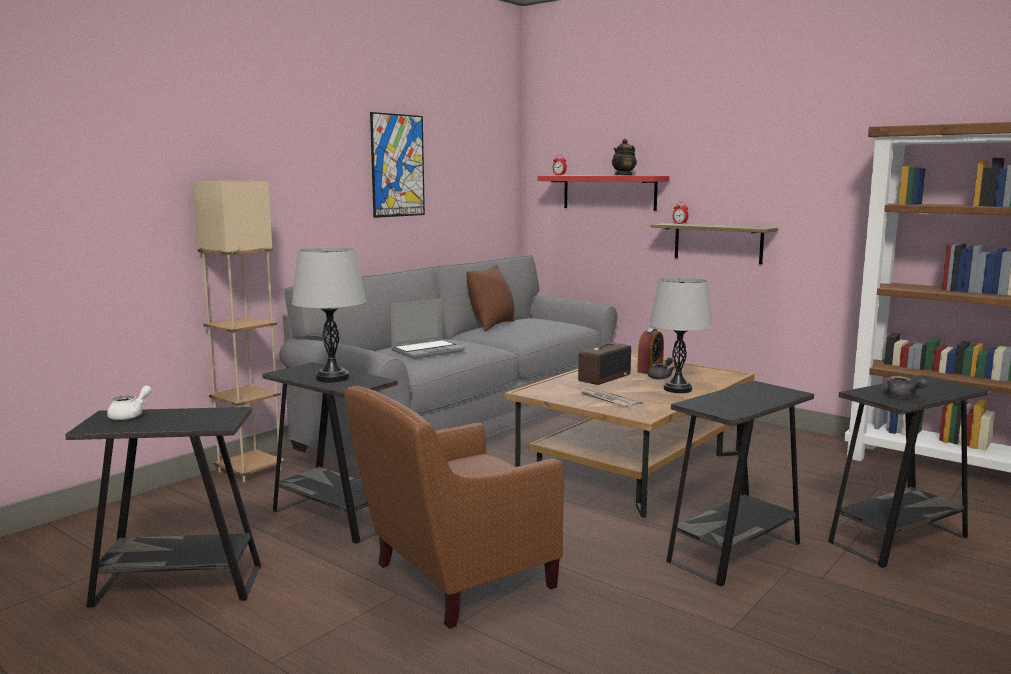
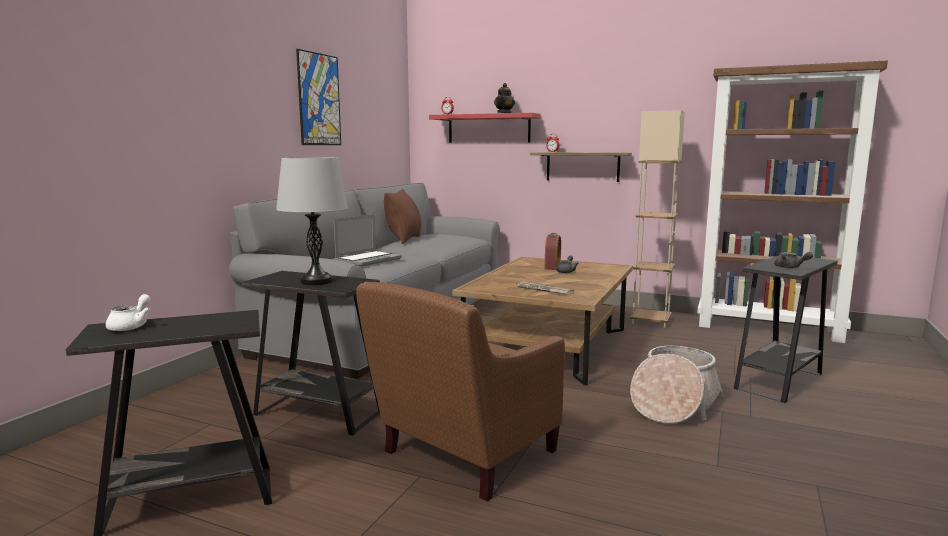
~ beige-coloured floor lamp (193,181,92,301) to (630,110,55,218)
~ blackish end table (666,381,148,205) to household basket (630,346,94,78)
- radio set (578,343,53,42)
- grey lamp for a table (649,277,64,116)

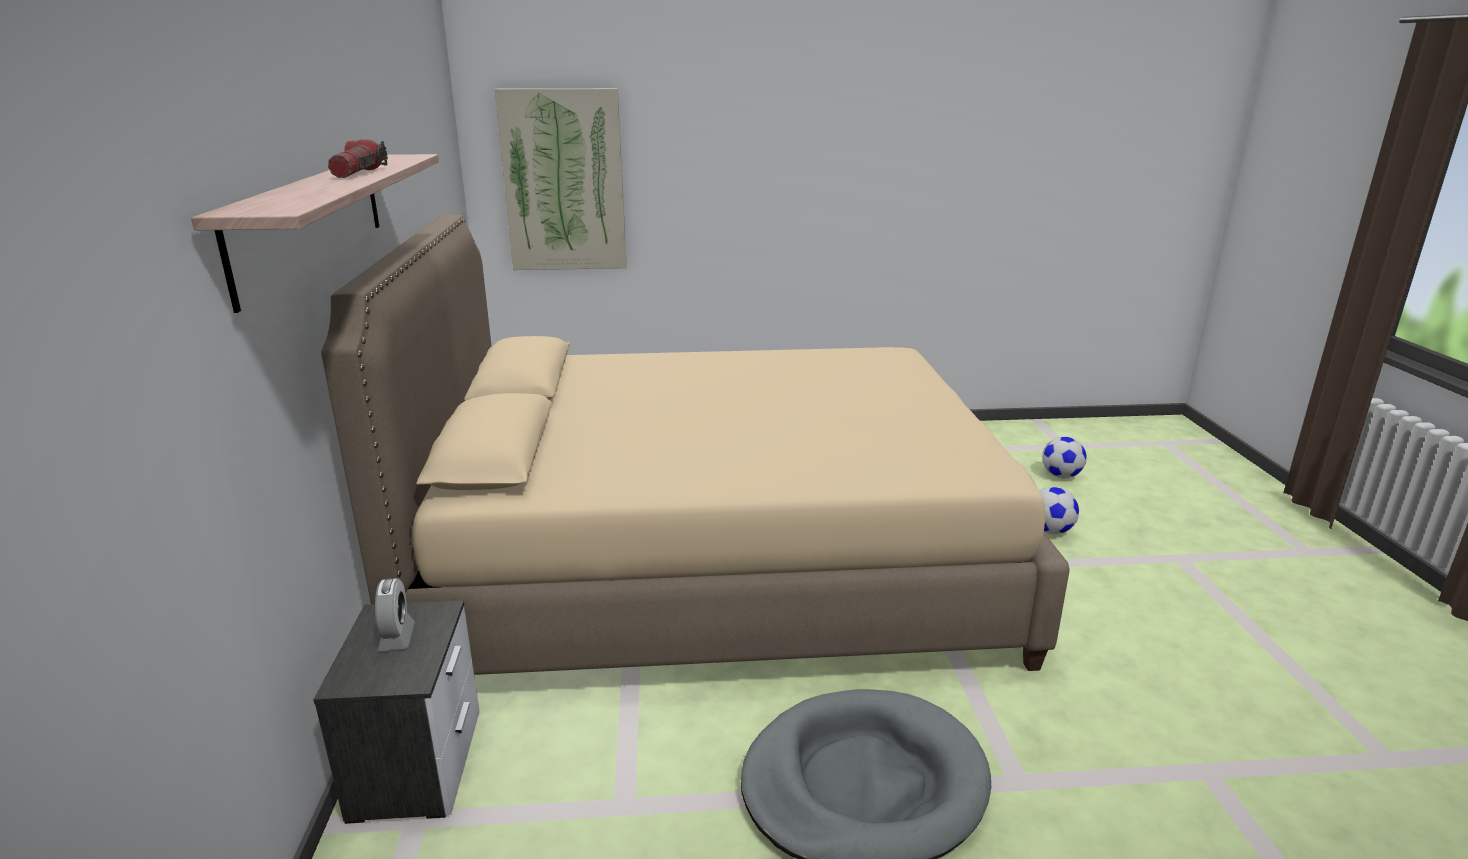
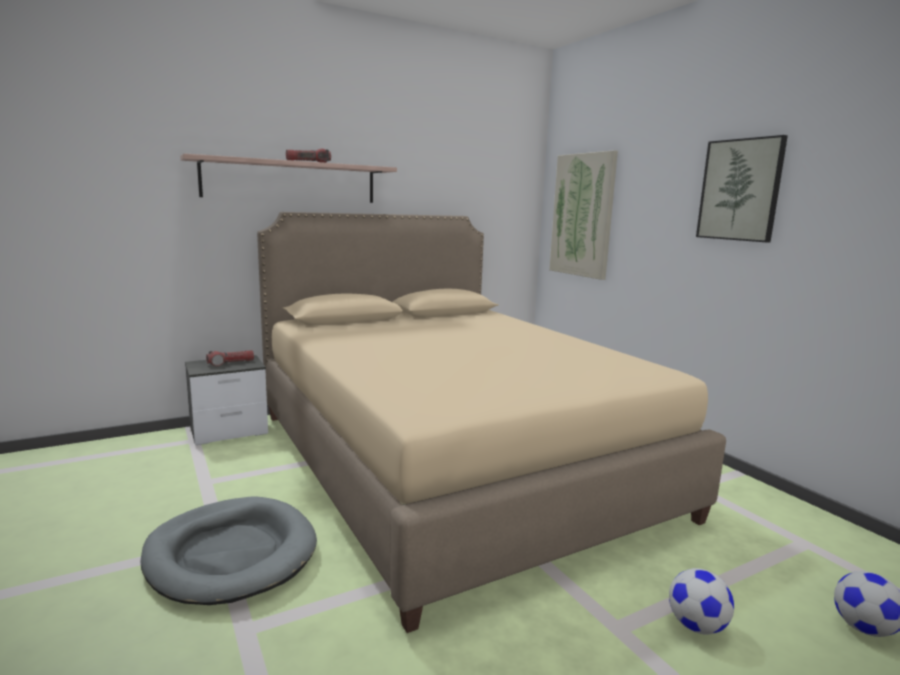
~ bedside clock (375,578,40,73) to flashlight (206,350,48,16)
+ picture (696,135,92,107)

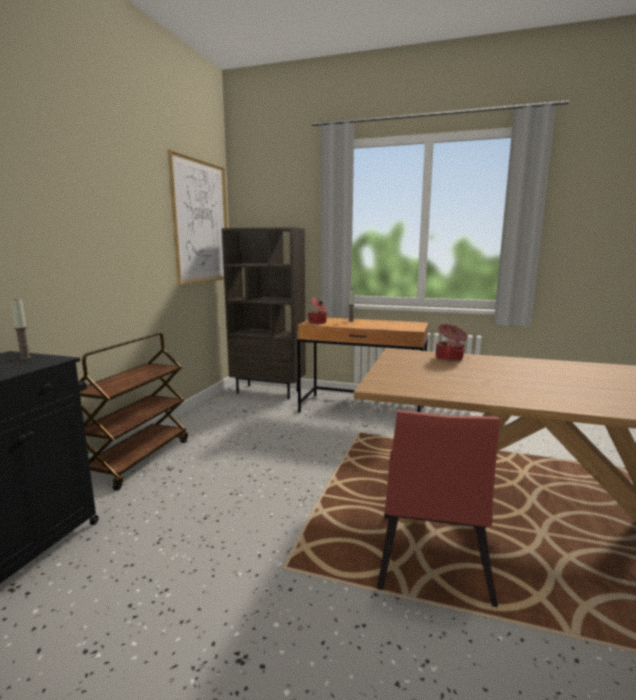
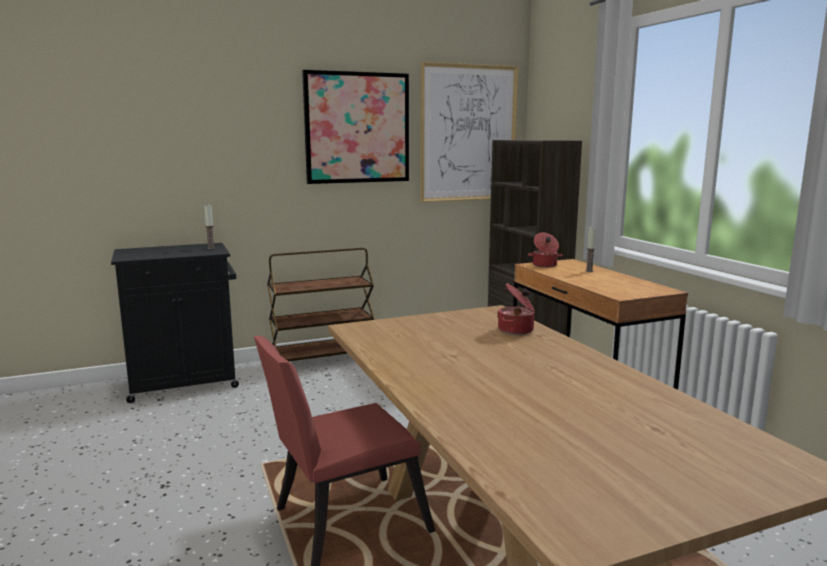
+ picture (302,70,107,114)

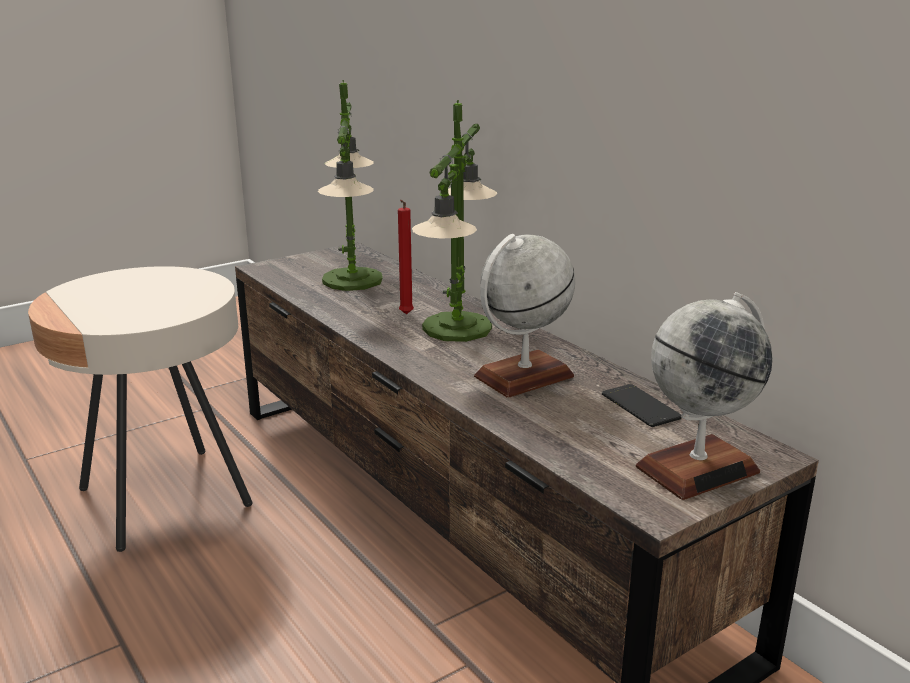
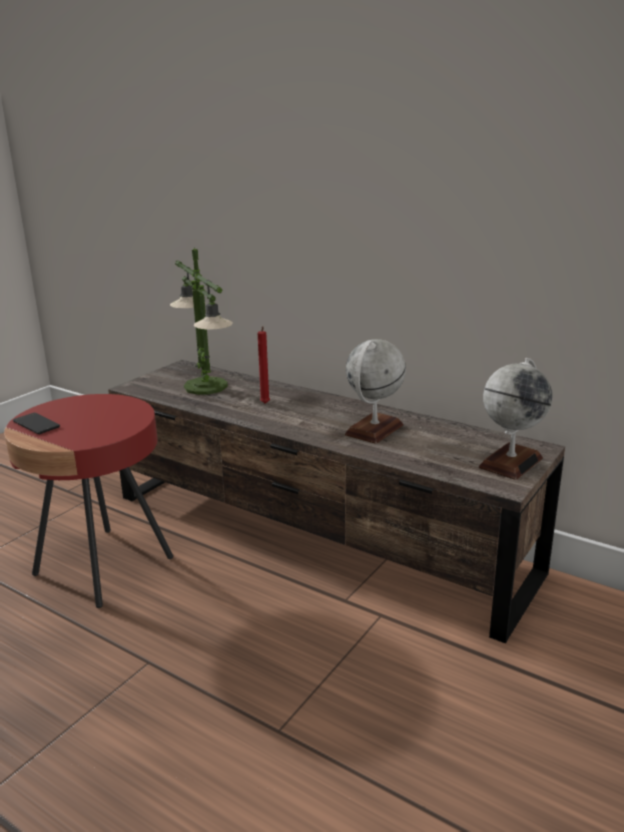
~ beige-coloured end table (28,266,225,286) to red-coloured end table (4,394,169,214)
~ handset (602,384,79,43) to (13,413,47,21)
- lamp for a table (412,100,85,242)

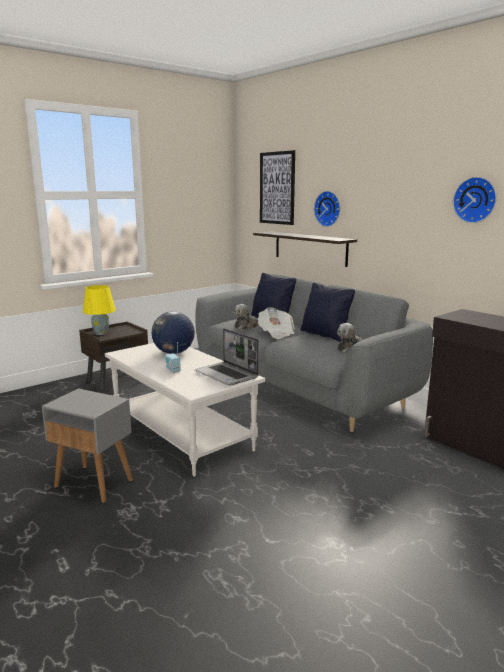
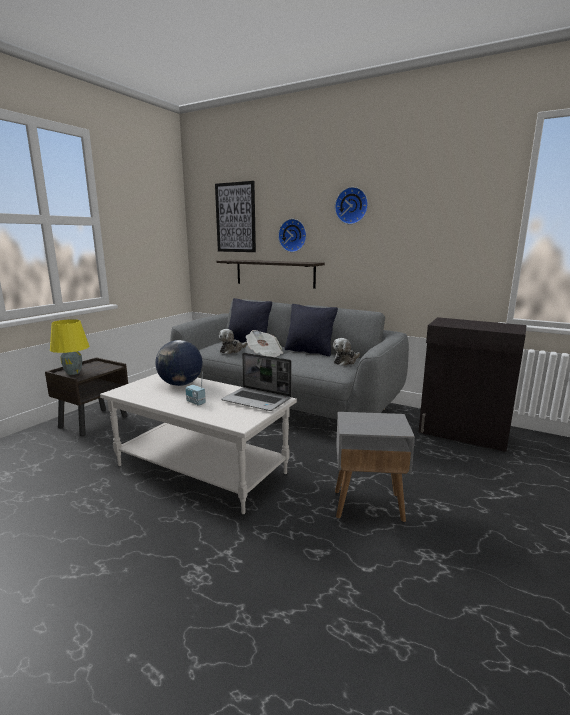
~ wall clock (453,177,44,46) to (335,187,33,37)
~ grey end table (42,388,91,115) to (335,412,80,110)

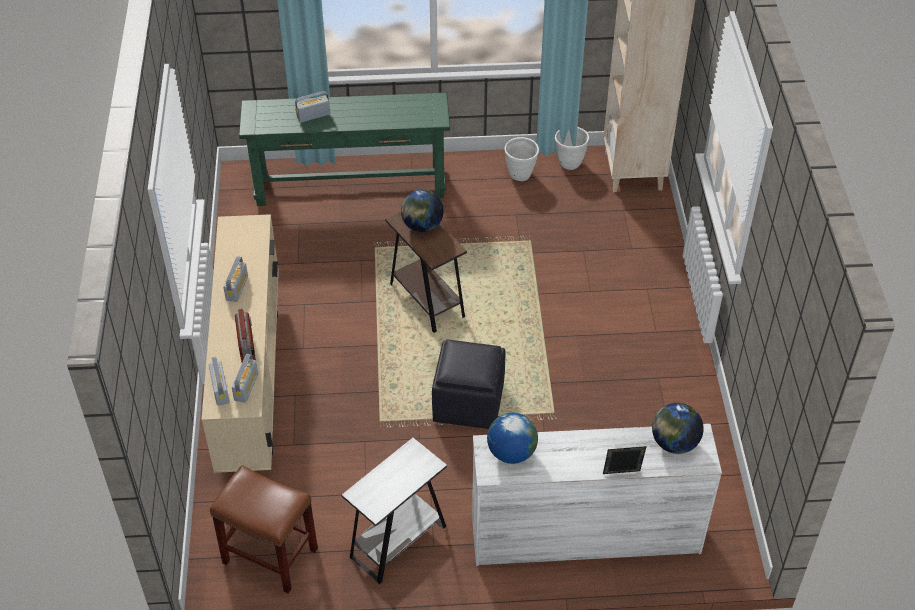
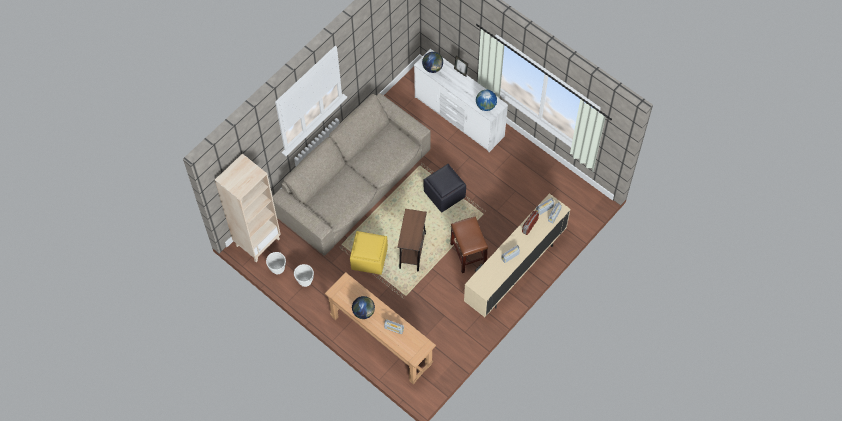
+ beige-coloured sofa (272,93,159,162)
~ greenish hall table (239,93,211,113) to brown-coloured hall table (325,272,111,112)
+ yellow ottoman (350,231,38,44)
~ desk globe (401,190,43,42) to (352,296,23,23)
~ brown-coloured sitting stool (210,465,108,129) to (450,216,38,57)
- whitish end table (342,438,105,146)

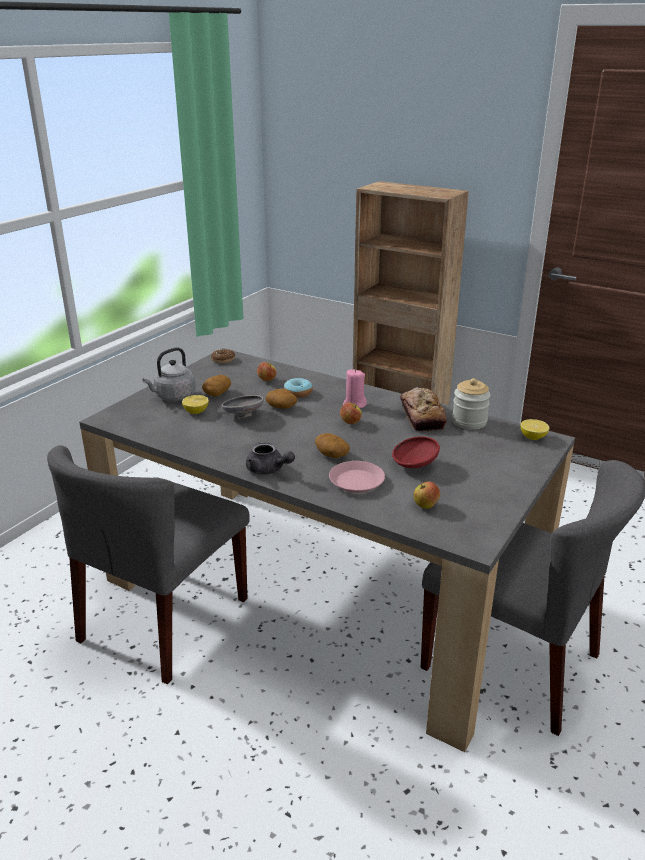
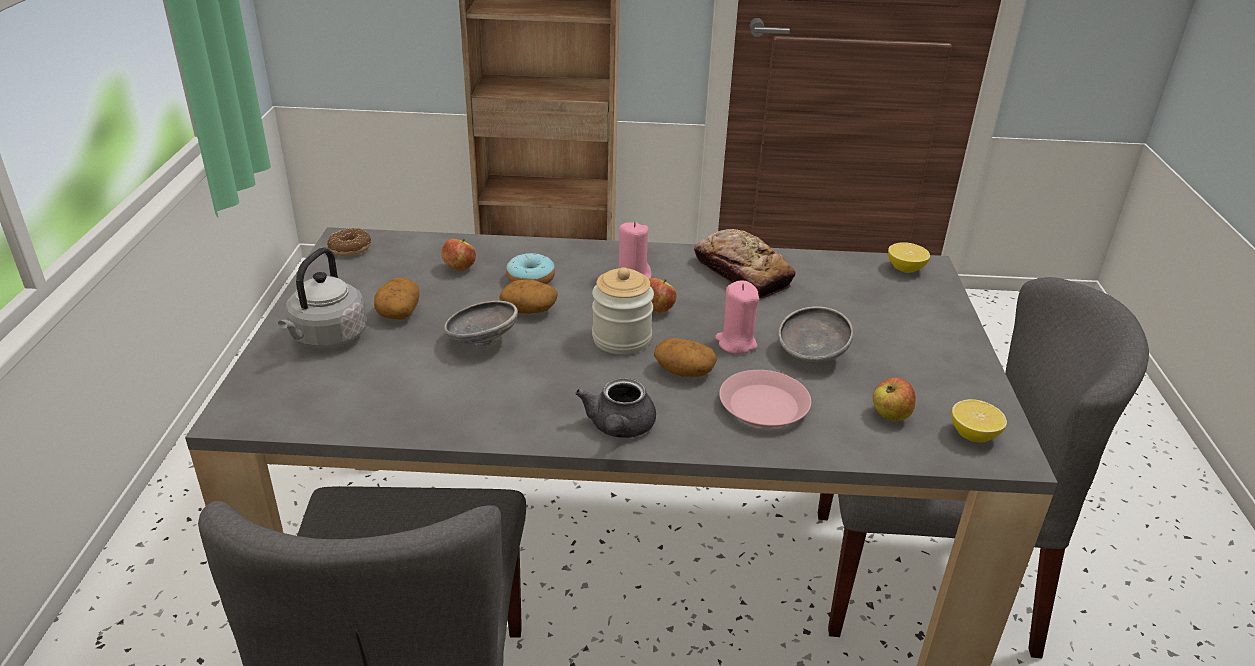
~ grey teapot (246,442,49,33) = (575,378,81,60) 90 degrees clockwise
~ jar (452,378,38,52) to (592,267,62,88)
+ pink-coloured wax light (715,281,44,73)
~ red-coloured bowl (392,436,48,32) to grey bowl (778,306,76,57)
~ lemon (182,395,27,19) to (952,399,55,43)

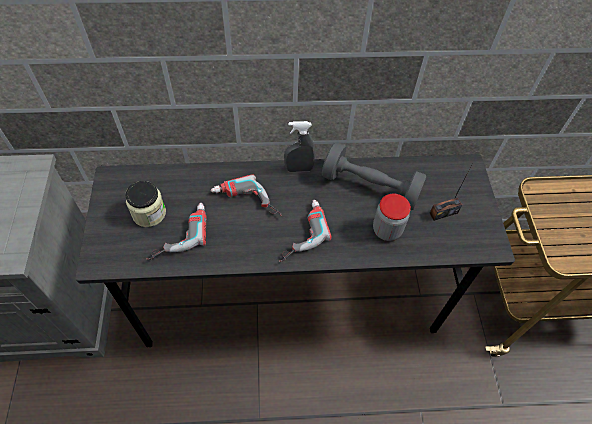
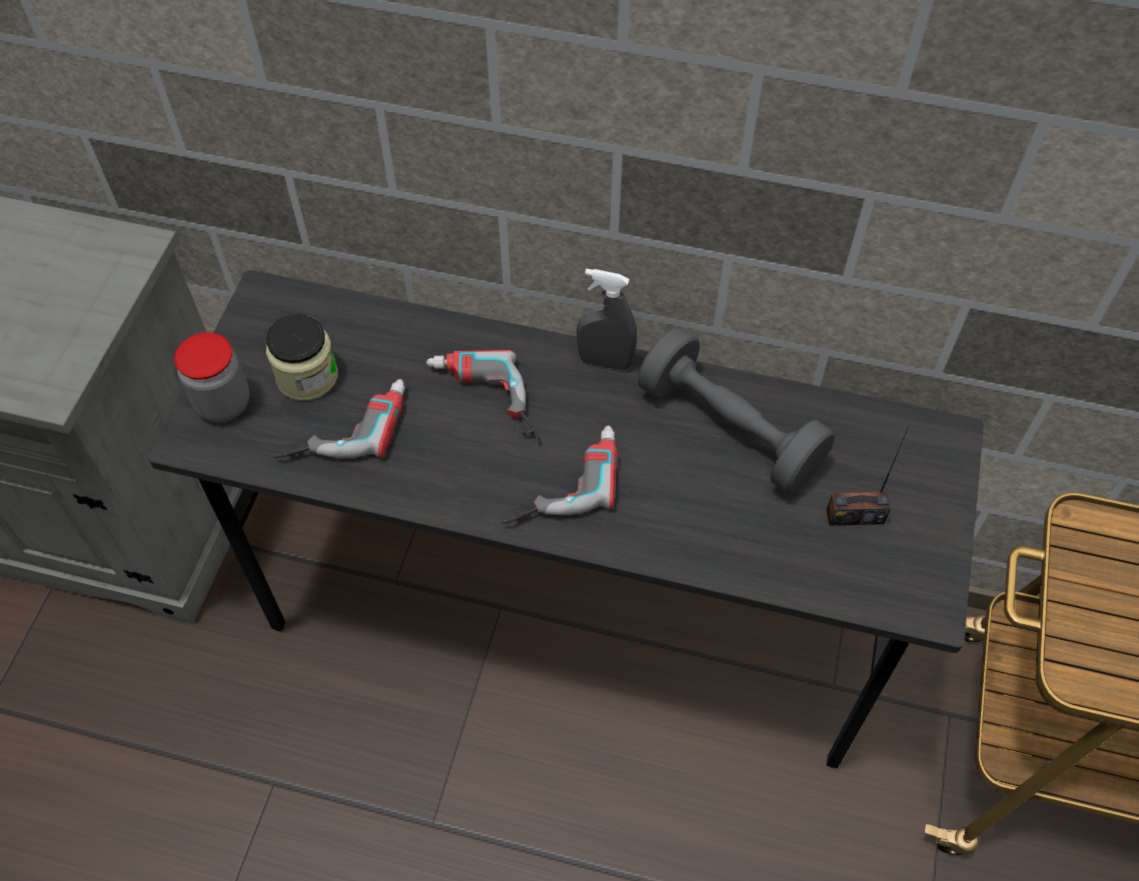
~ jar (373,194,38,47) to (174,332,76,91)

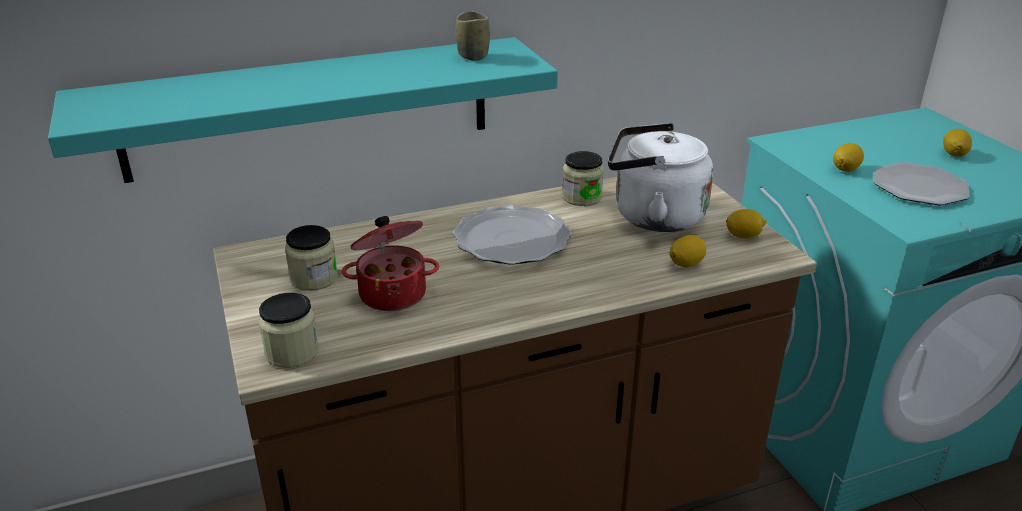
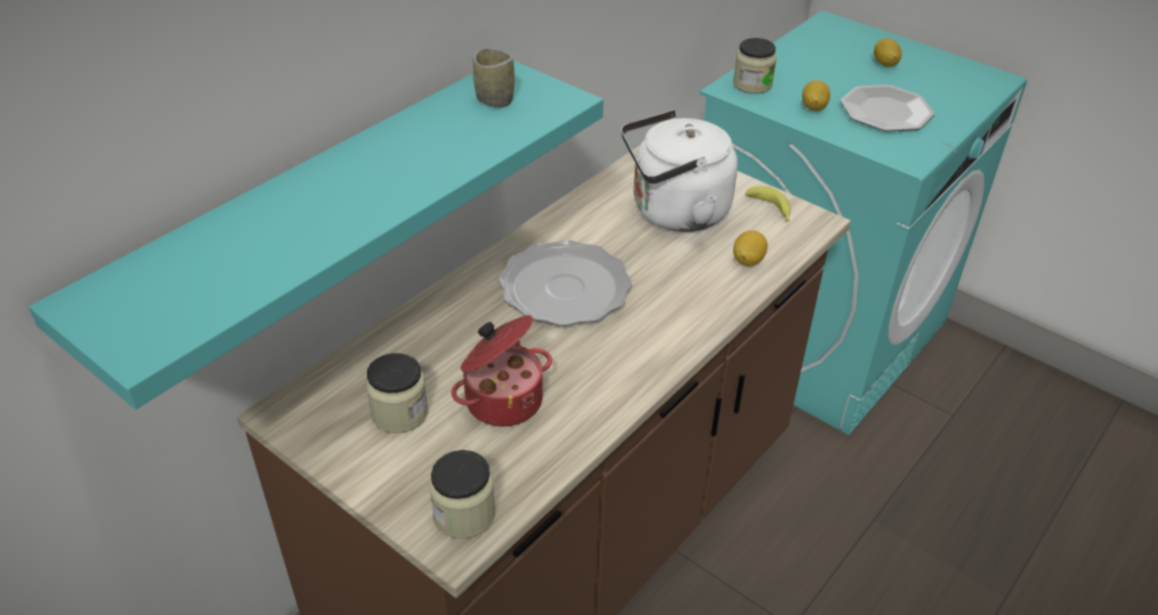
~ jar (562,151,42,55) to (733,38,44,56)
~ lemon (726,209,41,30) to whole banana (745,186,46,36)

